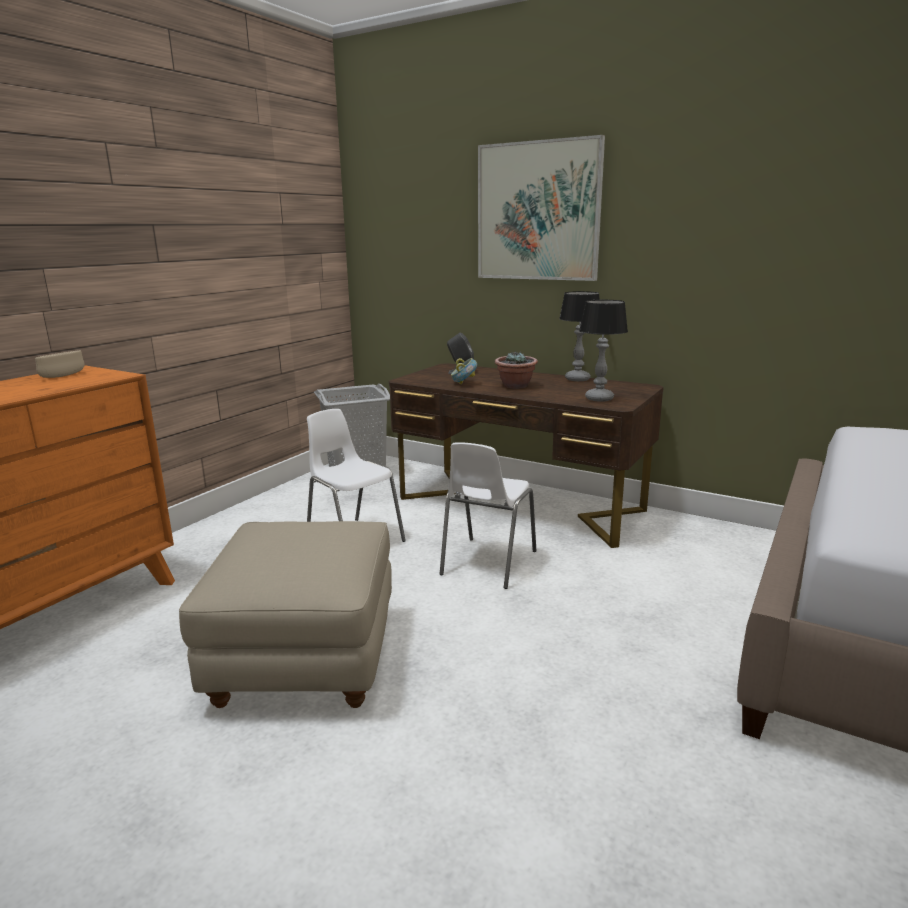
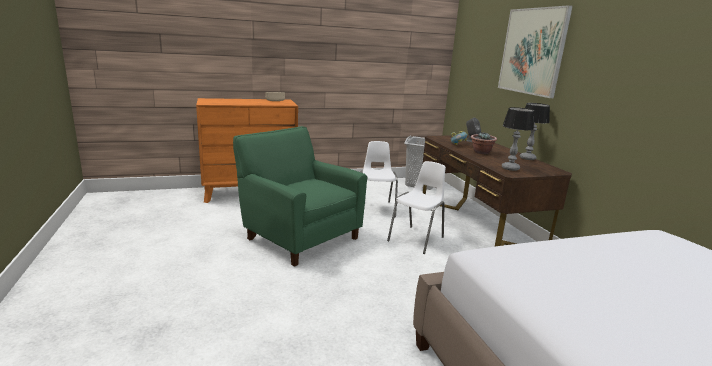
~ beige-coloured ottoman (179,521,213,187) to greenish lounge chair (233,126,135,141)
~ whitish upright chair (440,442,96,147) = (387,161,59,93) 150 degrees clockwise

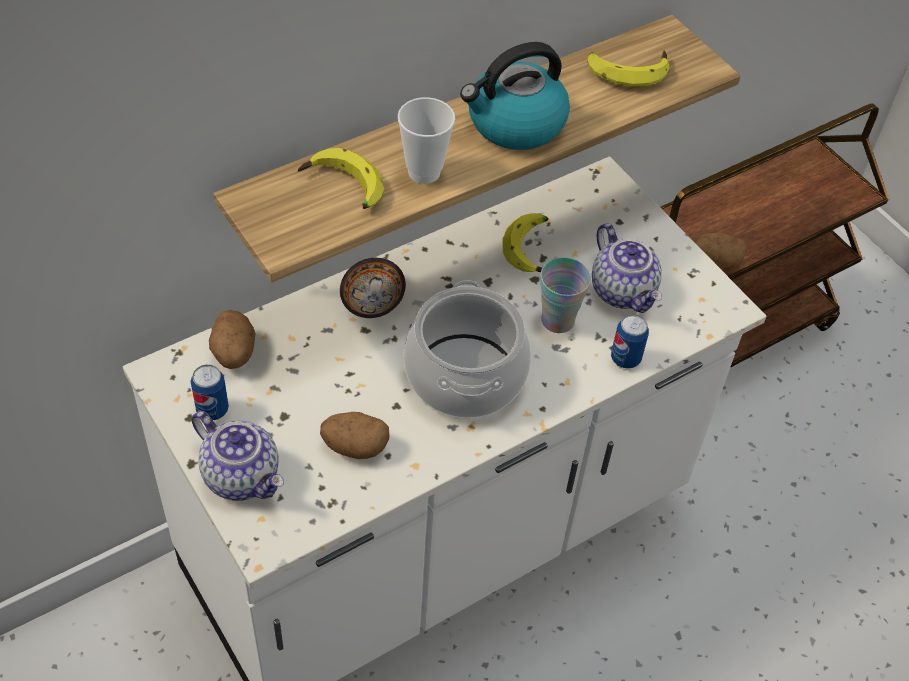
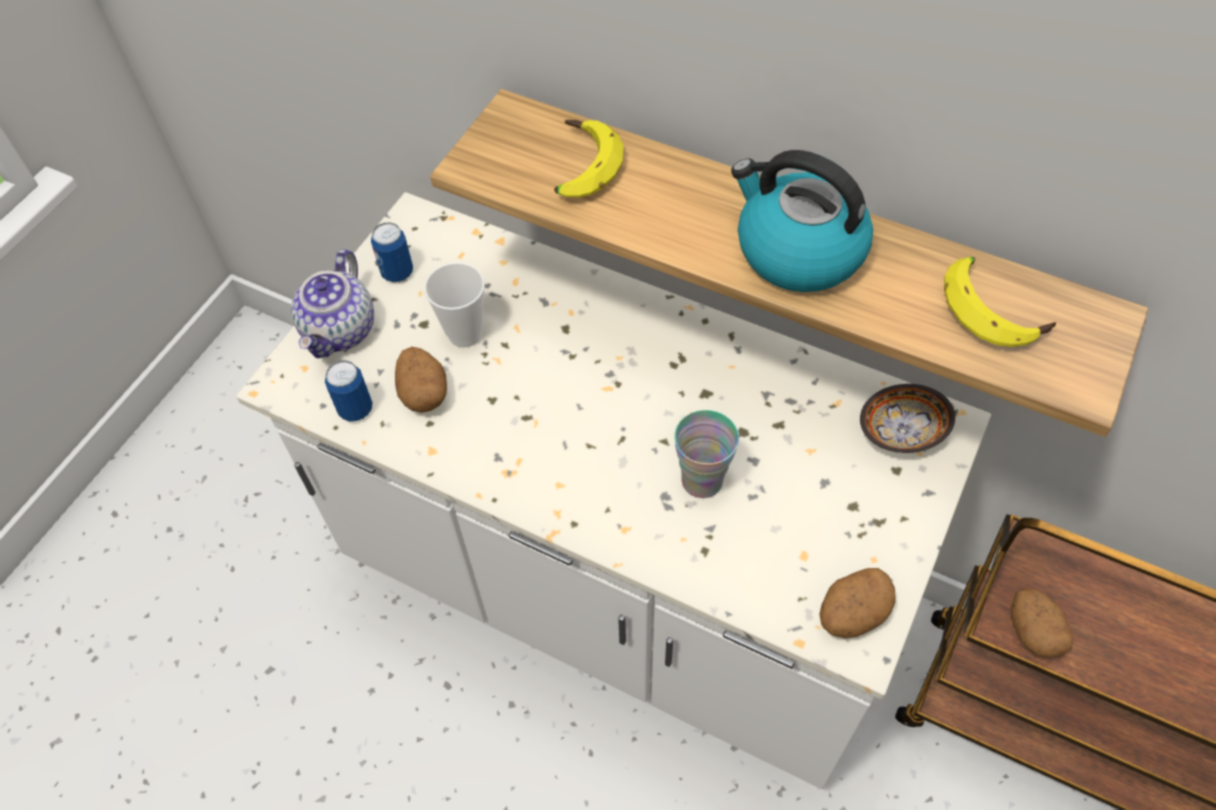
~ sealed can (611,314,38,55) to (325,360,48,61)
~ small cup (398,97,57,87) to (424,262,61,86)
~ whole potato (209,310,47,59) to (819,568,77,70)
~ bowl (340,258,66,60) to (860,384,95,69)
- saucepot (403,280,128,138)
- whole banana (502,213,46,60)
- teapot (592,223,70,90)

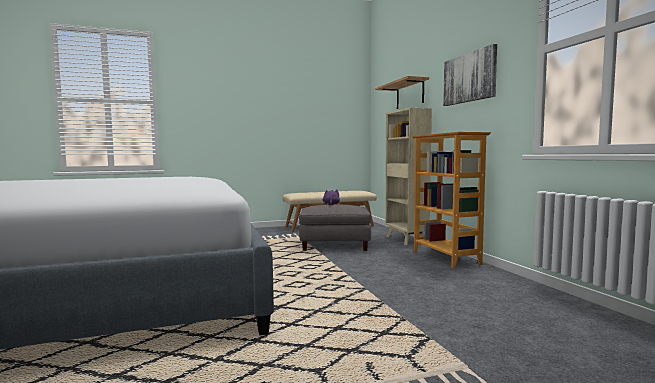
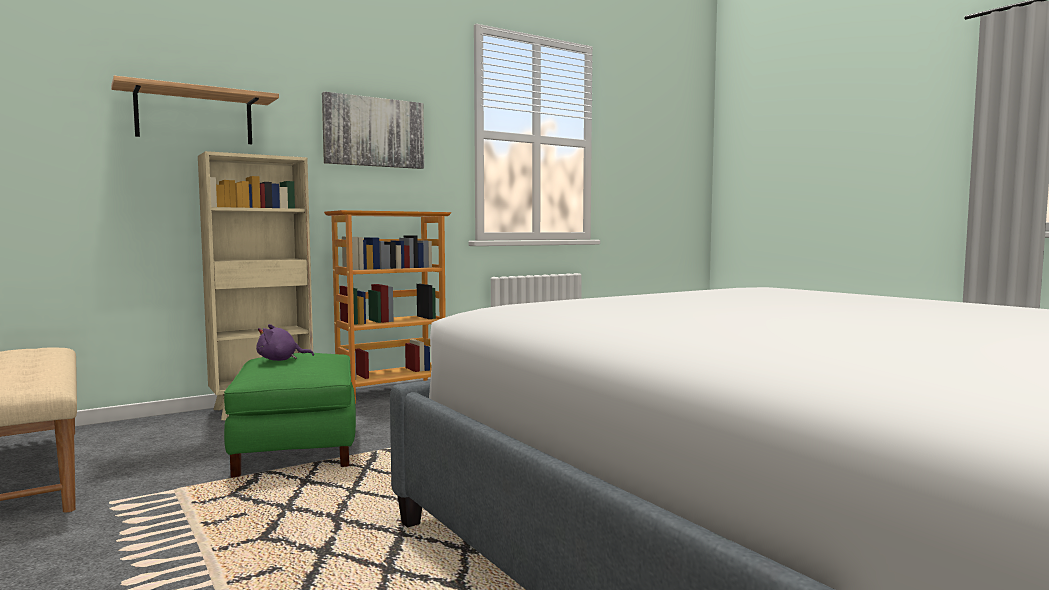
~ grey ottoman (299,204,72,47) to greenish ottoman (224,353,132,125)

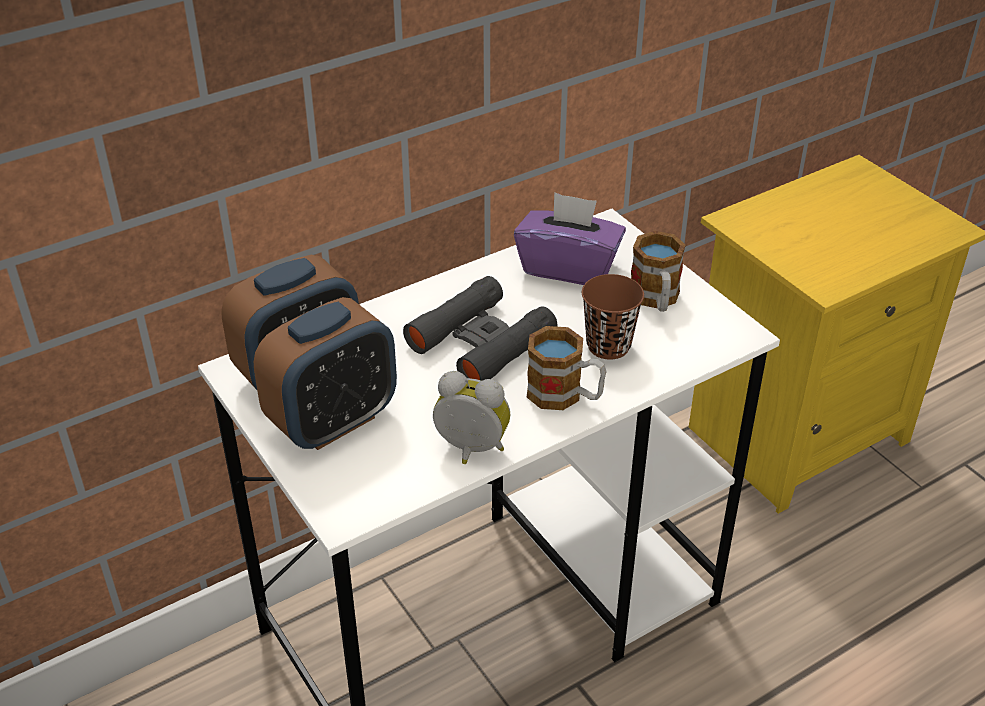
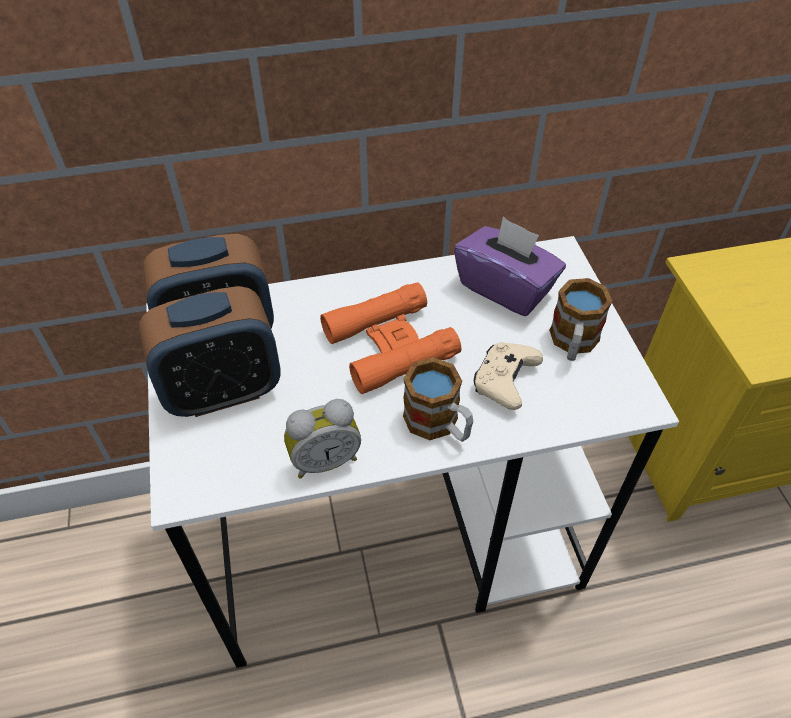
~ bedside clock (433,371,78,93) = (284,399,77,80) 120 degrees clockwise
~ blackish pair of binoculars (403,276,154,105) to orange-coloured pair of binoculars (320,282,141,112)
~ brown-coloured small cup (582,274,62,86) to beige-coloured joypad (474,342,69,68)

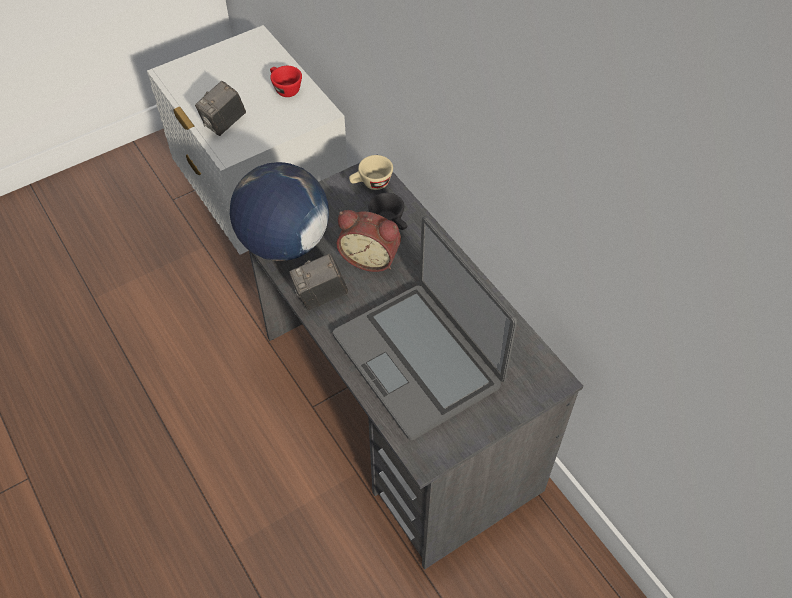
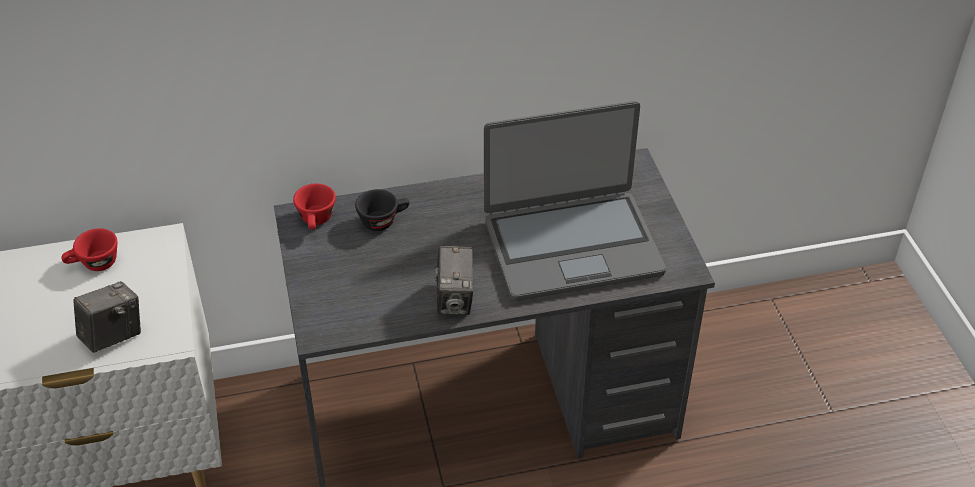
~ photo camera (195,81,51,55) = (73,281,68,72) 105 degrees counterclockwise
~ beige-coloured small cup (349,155,44,35) to red-coloured small cup (293,184,43,46)
- desk globe (230,162,99,99)
- bedside clock (337,210,64,62)

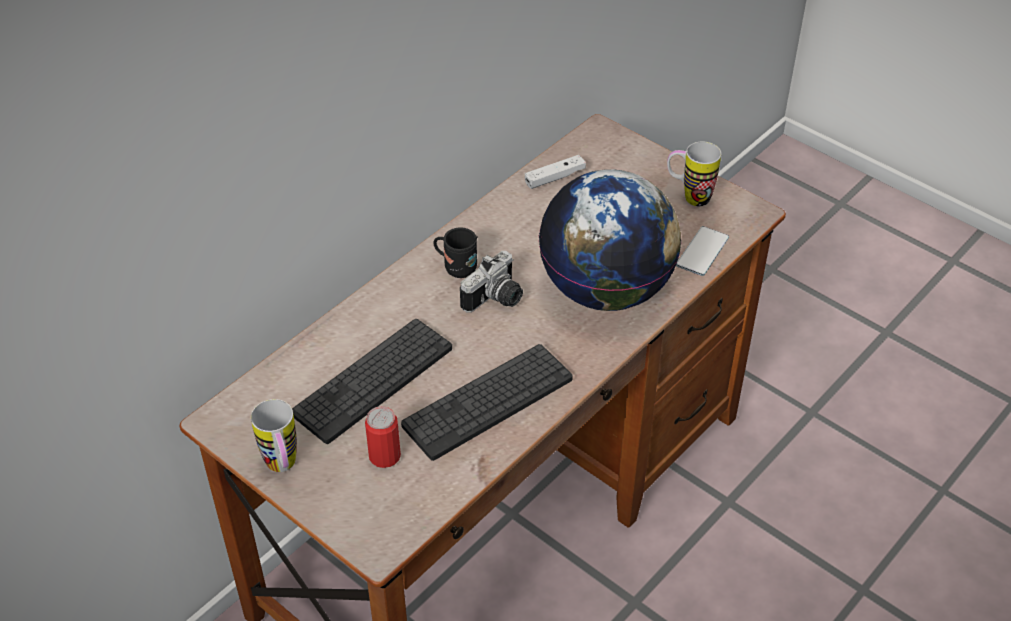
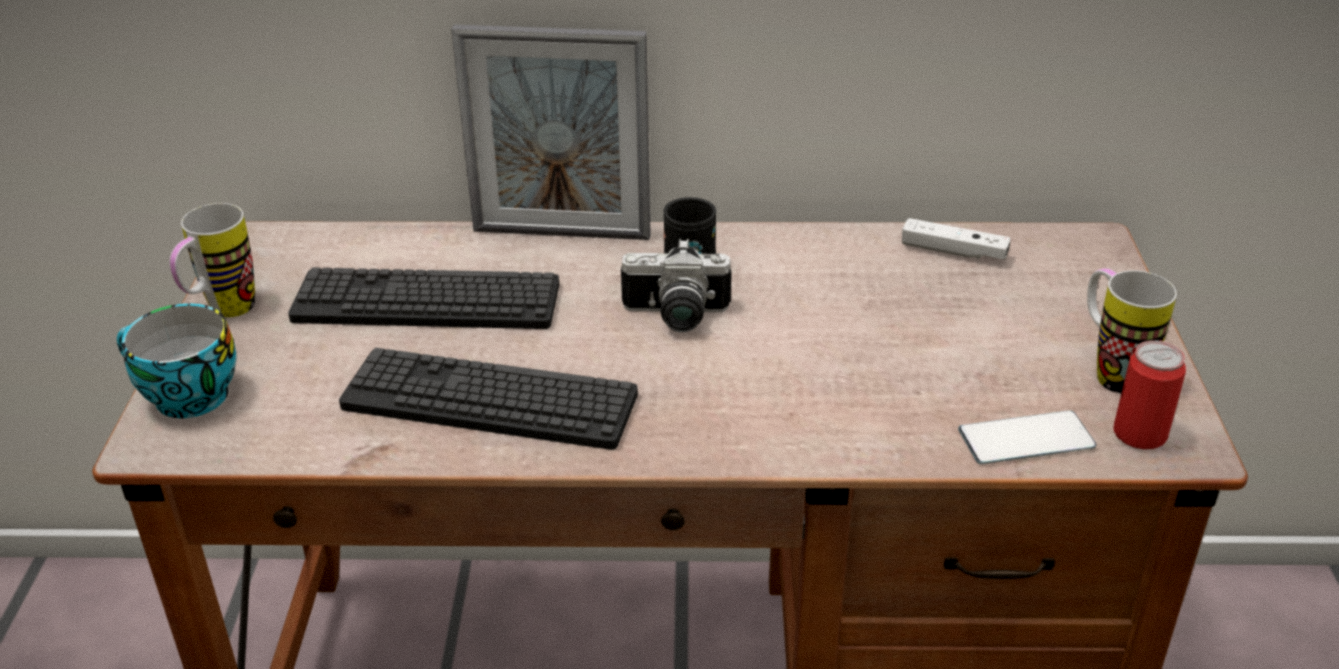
+ small cup (117,304,119,114)
+ standing frame (451,25,200,215)
~ sealed can (365,406,36,62) to (1113,340,73,109)
- desk globe (539,169,142,142)

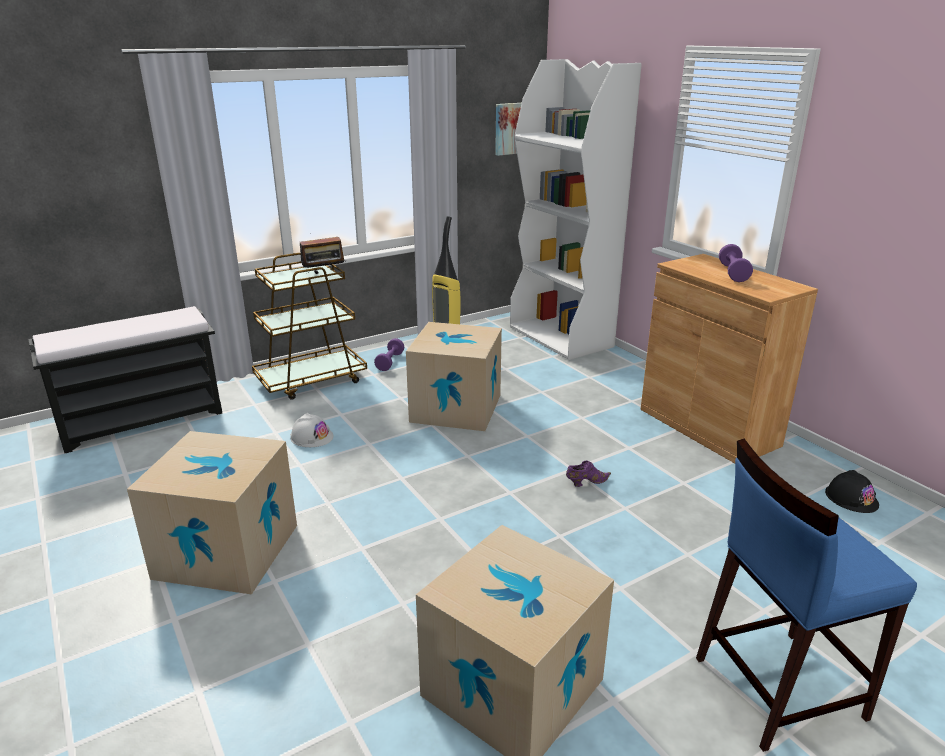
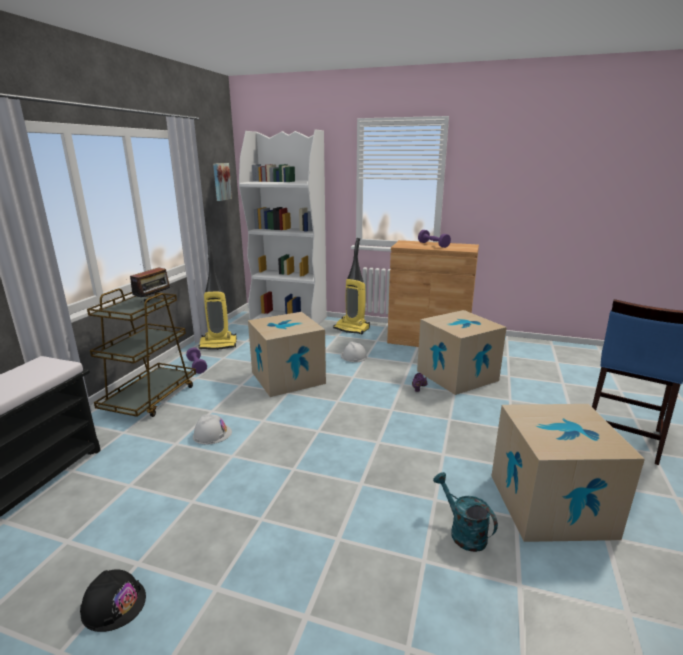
~ blackish safety helmet (825,470,54,43) to (80,569,66,63)
+ vacuum (333,238,37,96)
+ whitish safety helmet (341,342,26,20)
~ cardboard box (127,431,170,164) to (417,310,90,85)
+ blue-green watering can (433,472,65,80)

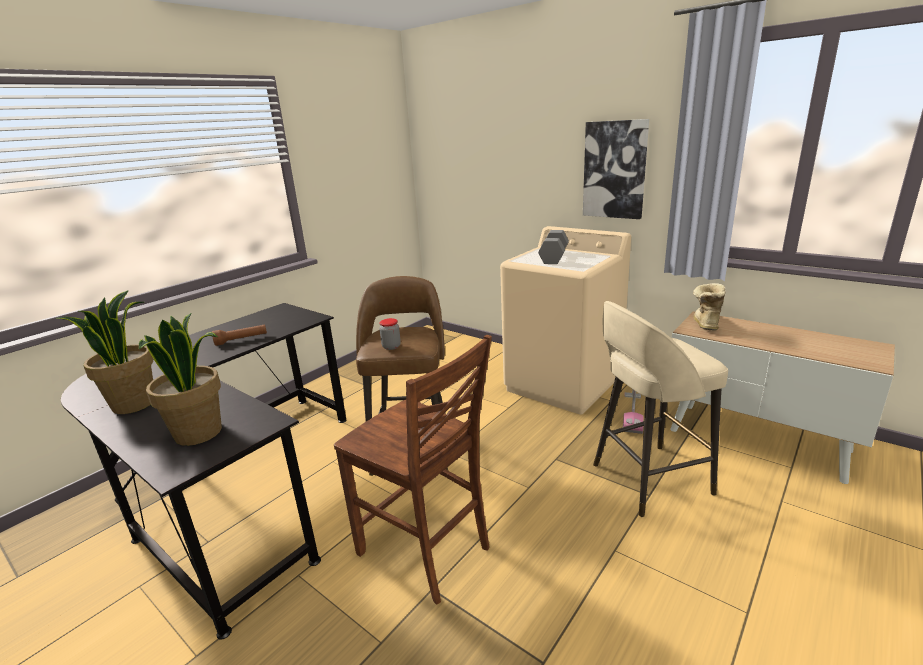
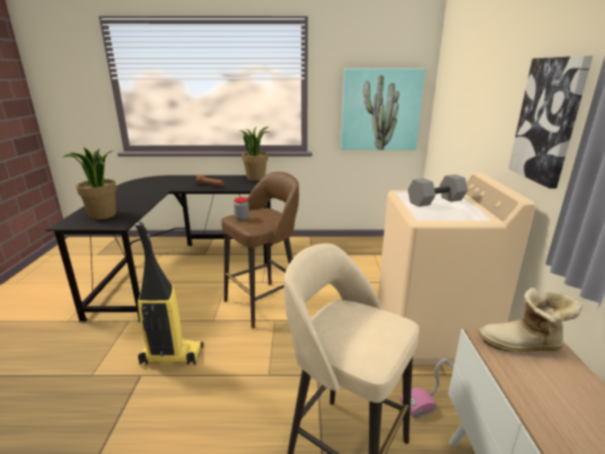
~ brown-coloured upright chair (334,335,158,270) to vacuum (135,222,69,143)
~ houseplant (57,290,96,124) to (239,126,31,55)
+ picture (341,69,85,81)
~ high-top boot (693,283,32,48) = (479,288,104,64) 150 degrees counterclockwise

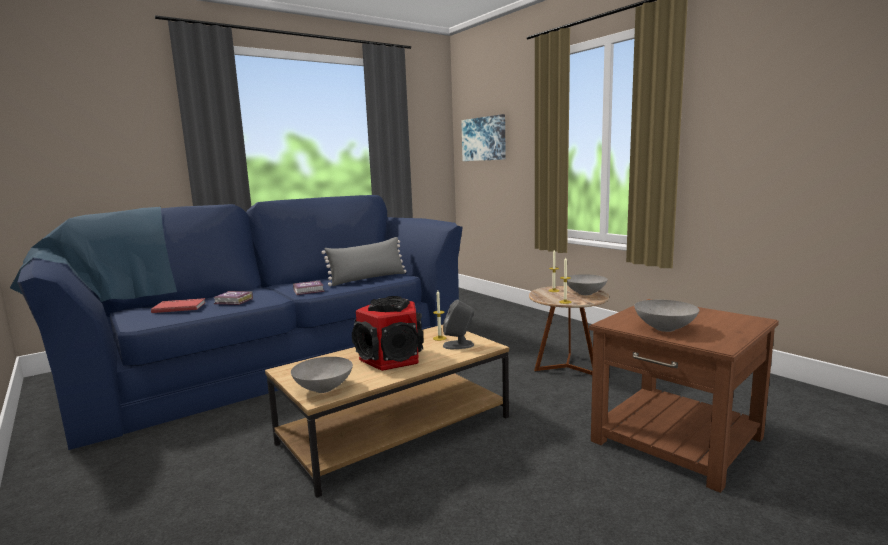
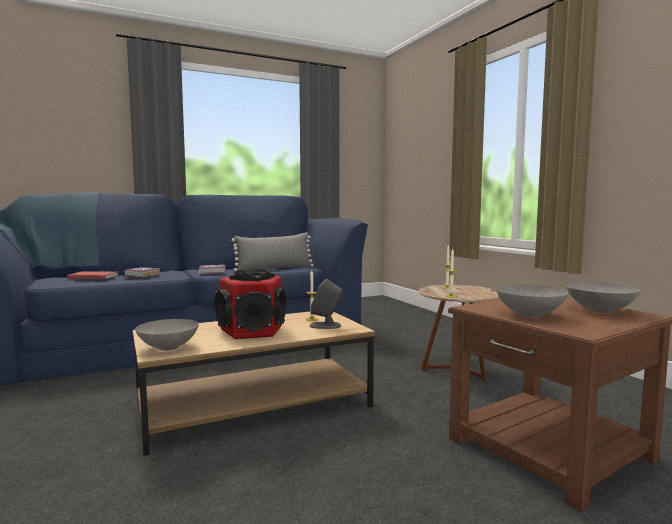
~ grey bowl (567,274,41,21) to (566,282,75,32)
- picture (461,114,45,47)

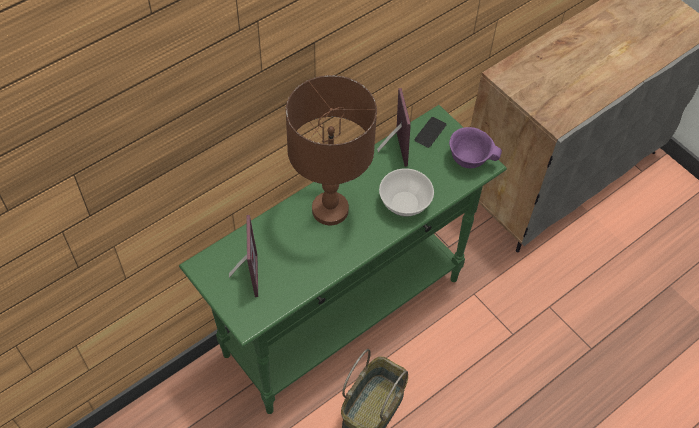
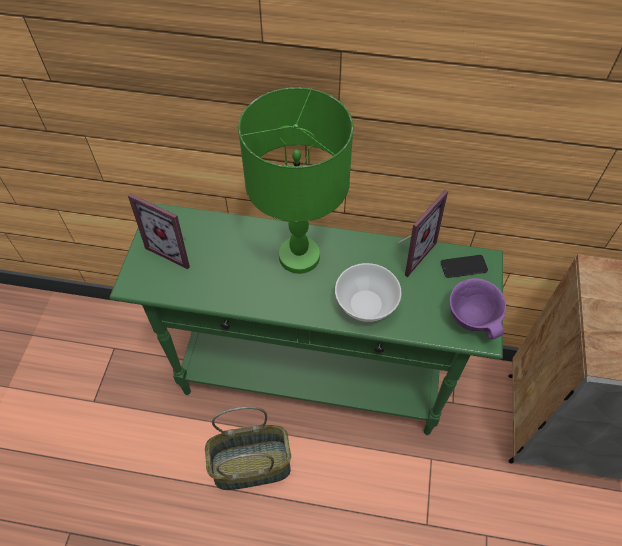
~ standing frame (229,215,29,82) = (128,194,62,75) 75 degrees clockwise
~ brown-coloured lamp for a table (286,75,91,150) to greenish lamp for a table (238,87,116,187)

